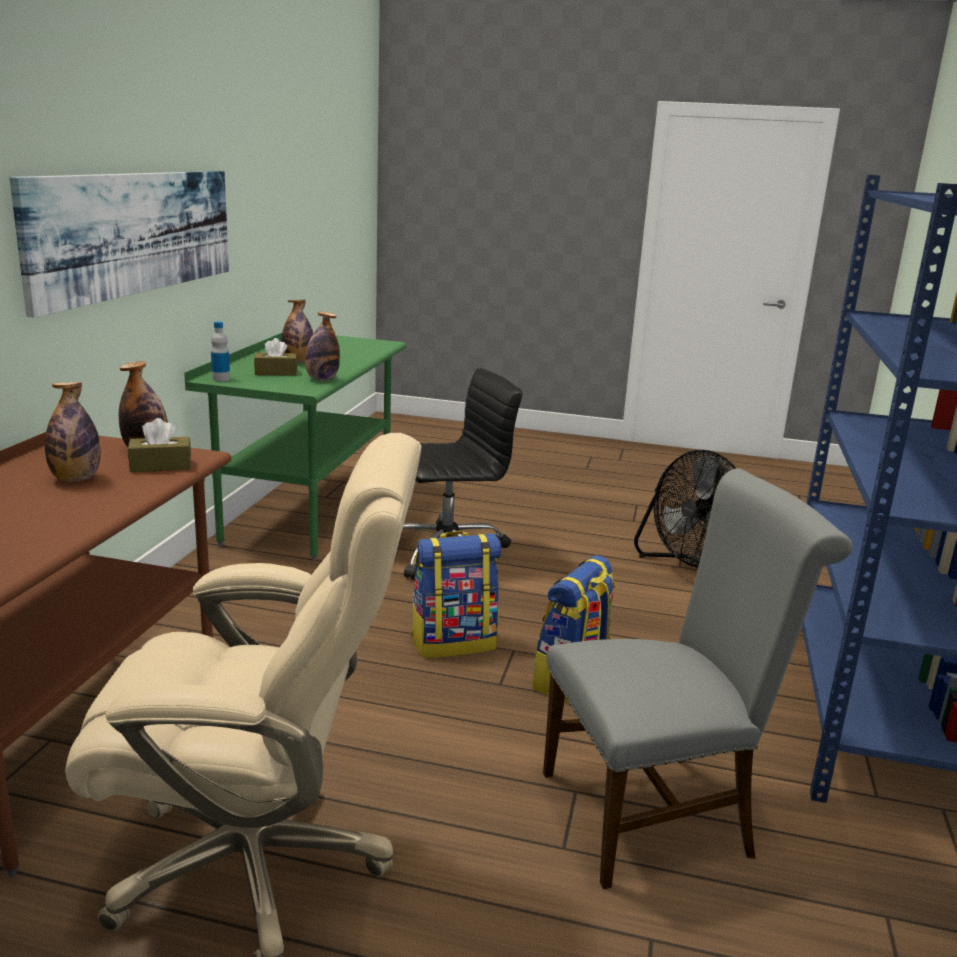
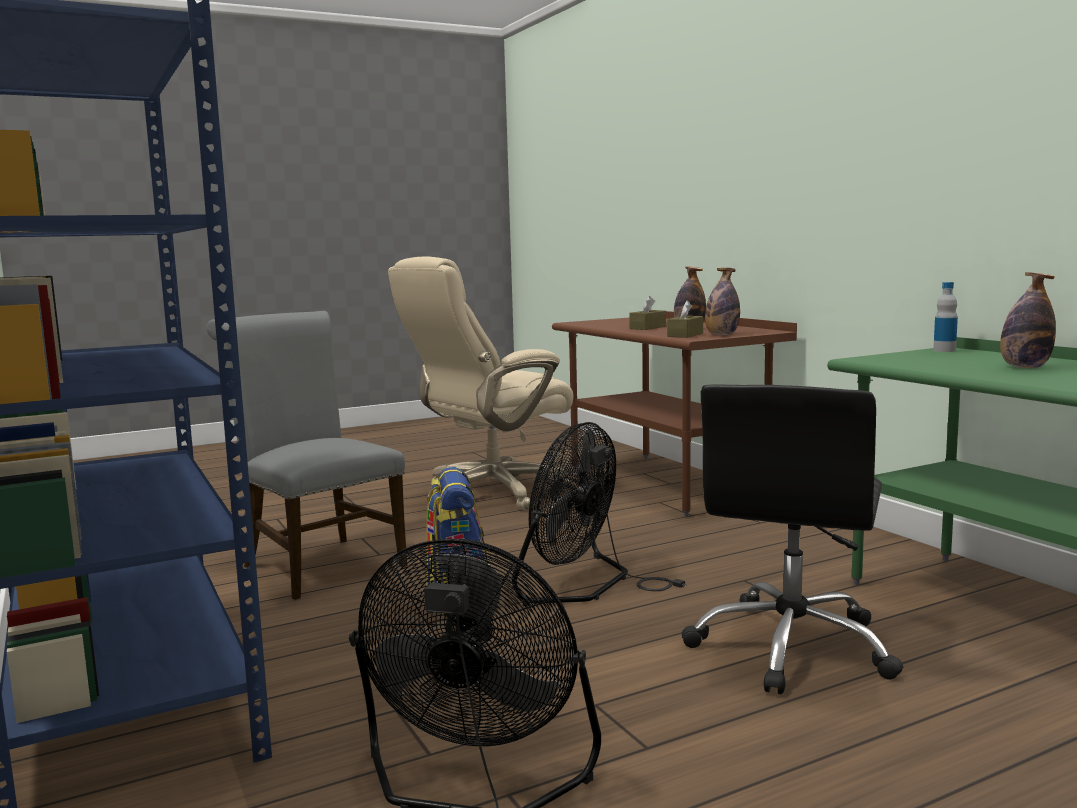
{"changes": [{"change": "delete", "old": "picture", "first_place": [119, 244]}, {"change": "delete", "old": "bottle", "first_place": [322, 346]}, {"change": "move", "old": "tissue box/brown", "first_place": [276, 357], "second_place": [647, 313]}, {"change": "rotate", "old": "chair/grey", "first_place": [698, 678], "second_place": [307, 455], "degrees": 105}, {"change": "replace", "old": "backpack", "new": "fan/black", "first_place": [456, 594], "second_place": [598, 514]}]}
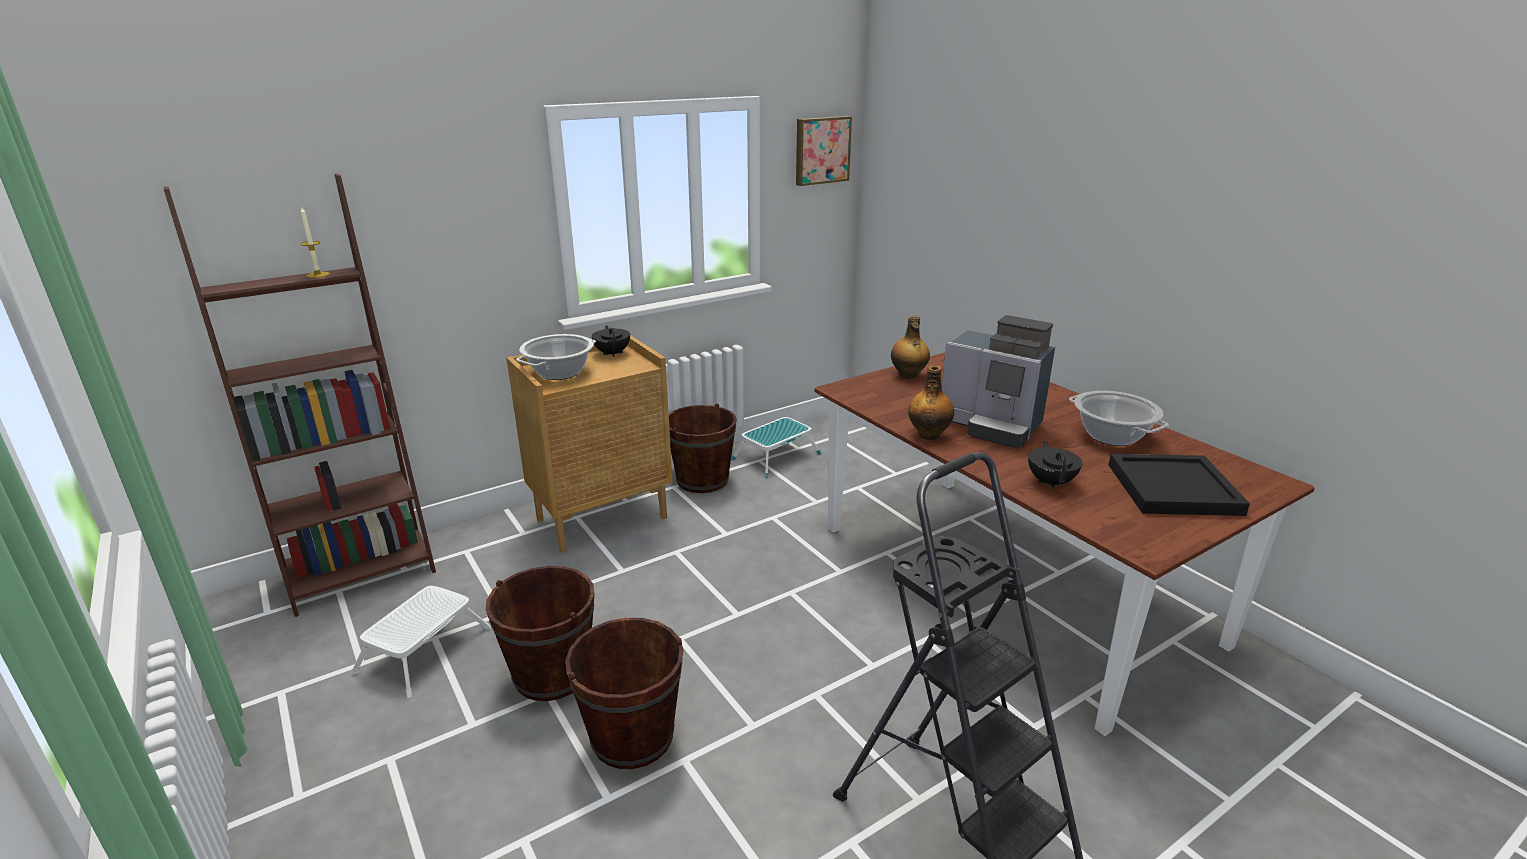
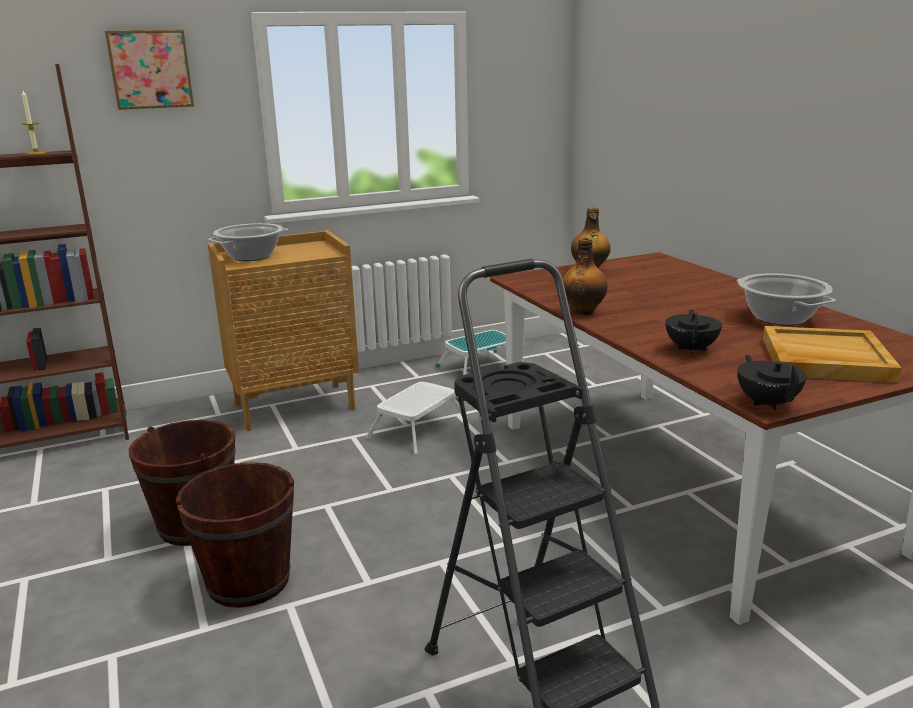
{"changes": [{"change": "move", "old": "picture", "first_place": [824, 151], "second_place": [149, 70]}, {"change": "delete", "old": "coffee machine", "first_place": [998, 381]}, {"change": "move", "old": "teapot/black", "first_place": [610, 341], "second_place": [772, 382]}, {"change": "delete", "old": "bucket/brown", "first_place": [703, 448]}, {"change": "recolor", "old": "tray/black", "new": "tray/beige", "first_place": [1179, 485], "second_place": [832, 354]}, {"change": "move", "old": "step ladder/white", "first_place": [421, 642], "second_place": [417, 418]}]}
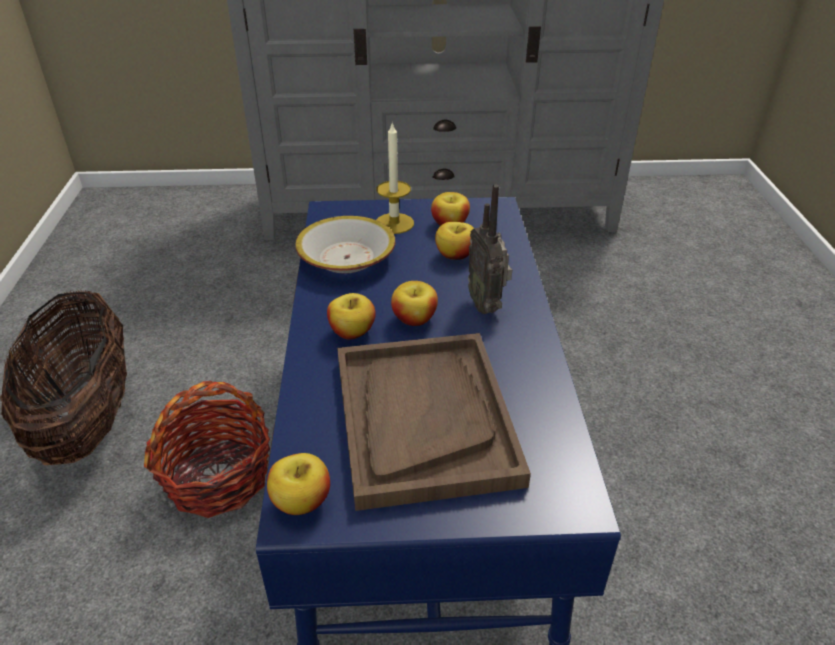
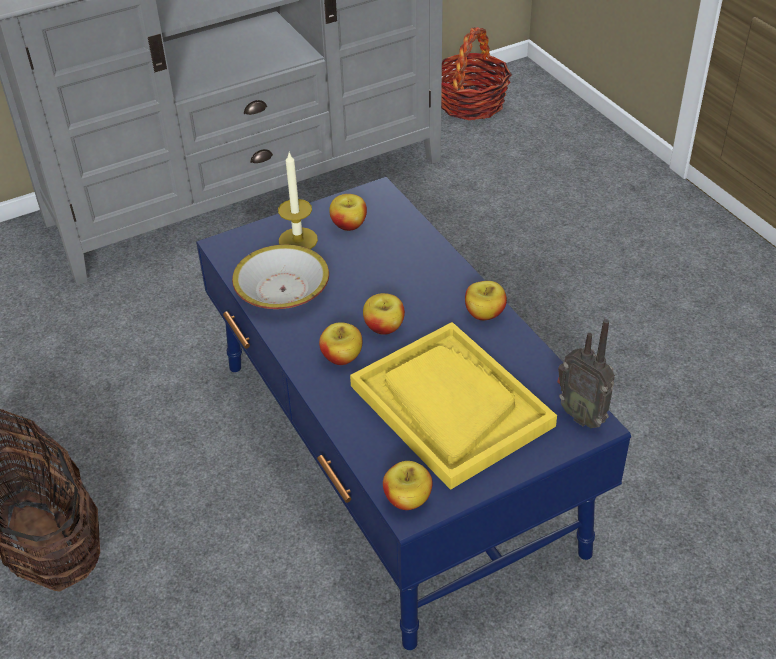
{"changes": [{"change": "move", "old": "radio", "first_place": [490, 249], "second_place": [586, 373]}, {"change": "move", "old": "apple", "first_place": [454, 241], "second_place": [486, 300]}, {"change": "recolor", "old": "tray/brown", "new": "tray/yellow", "first_place": [434, 422], "second_place": [453, 406]}, {"change": "move", "old": "basket", "first_place": [207, 449], "second_place": [476, 73]}]}
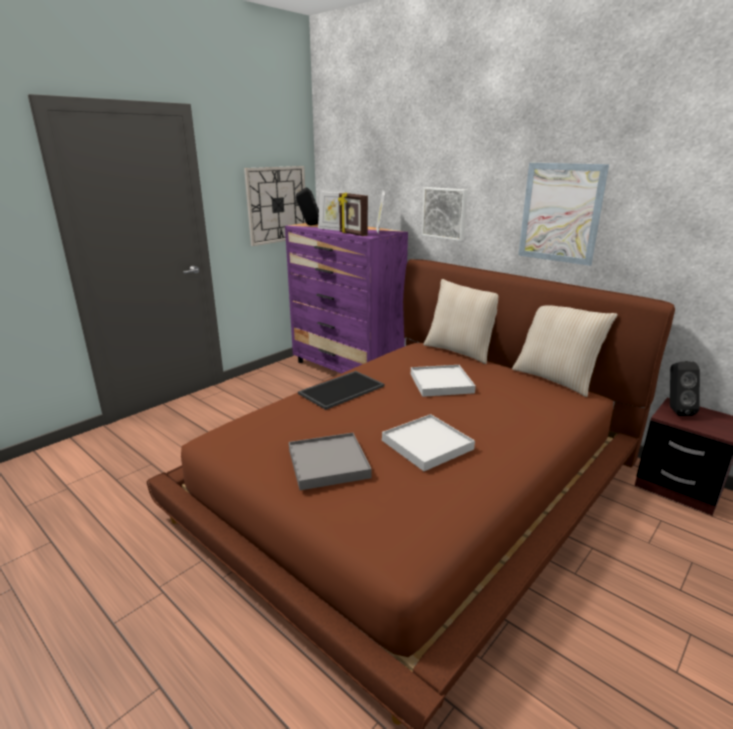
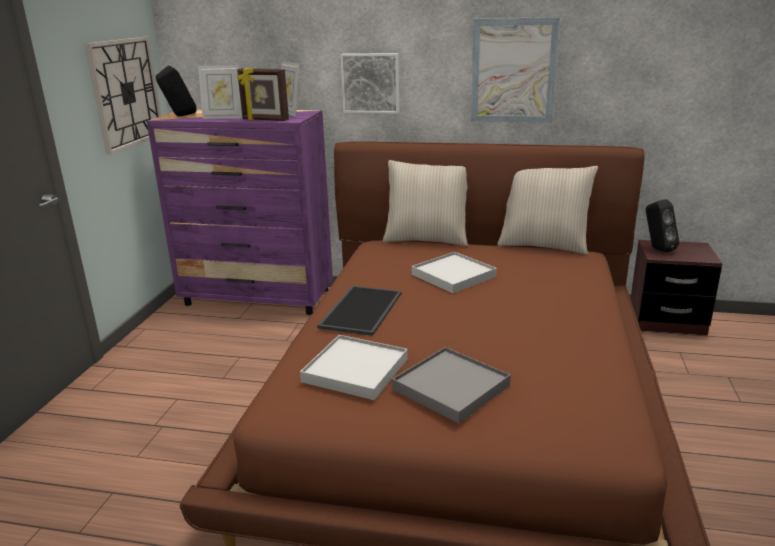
{"changes": [{"change": "move", "old": "tray/white", "first_place": [428, 442], "second_place": [354, 367]}]}
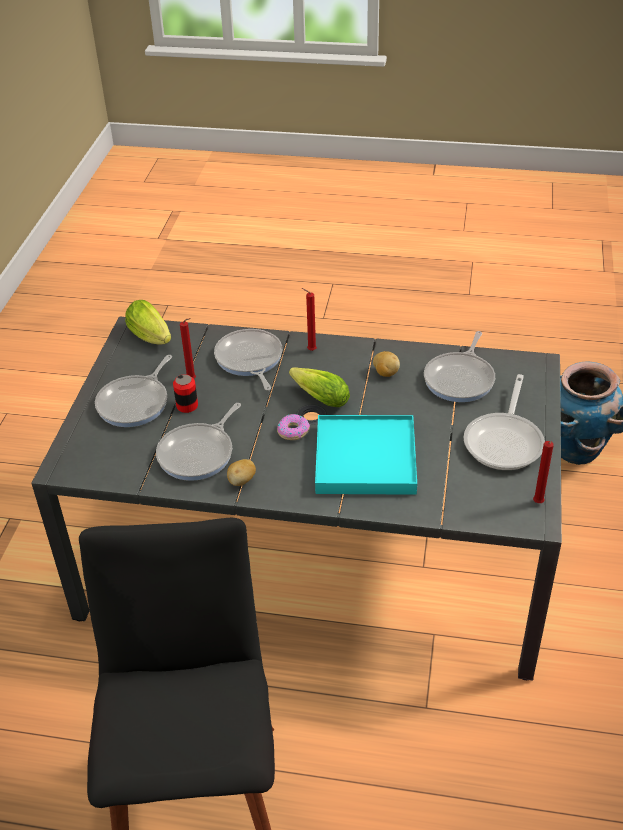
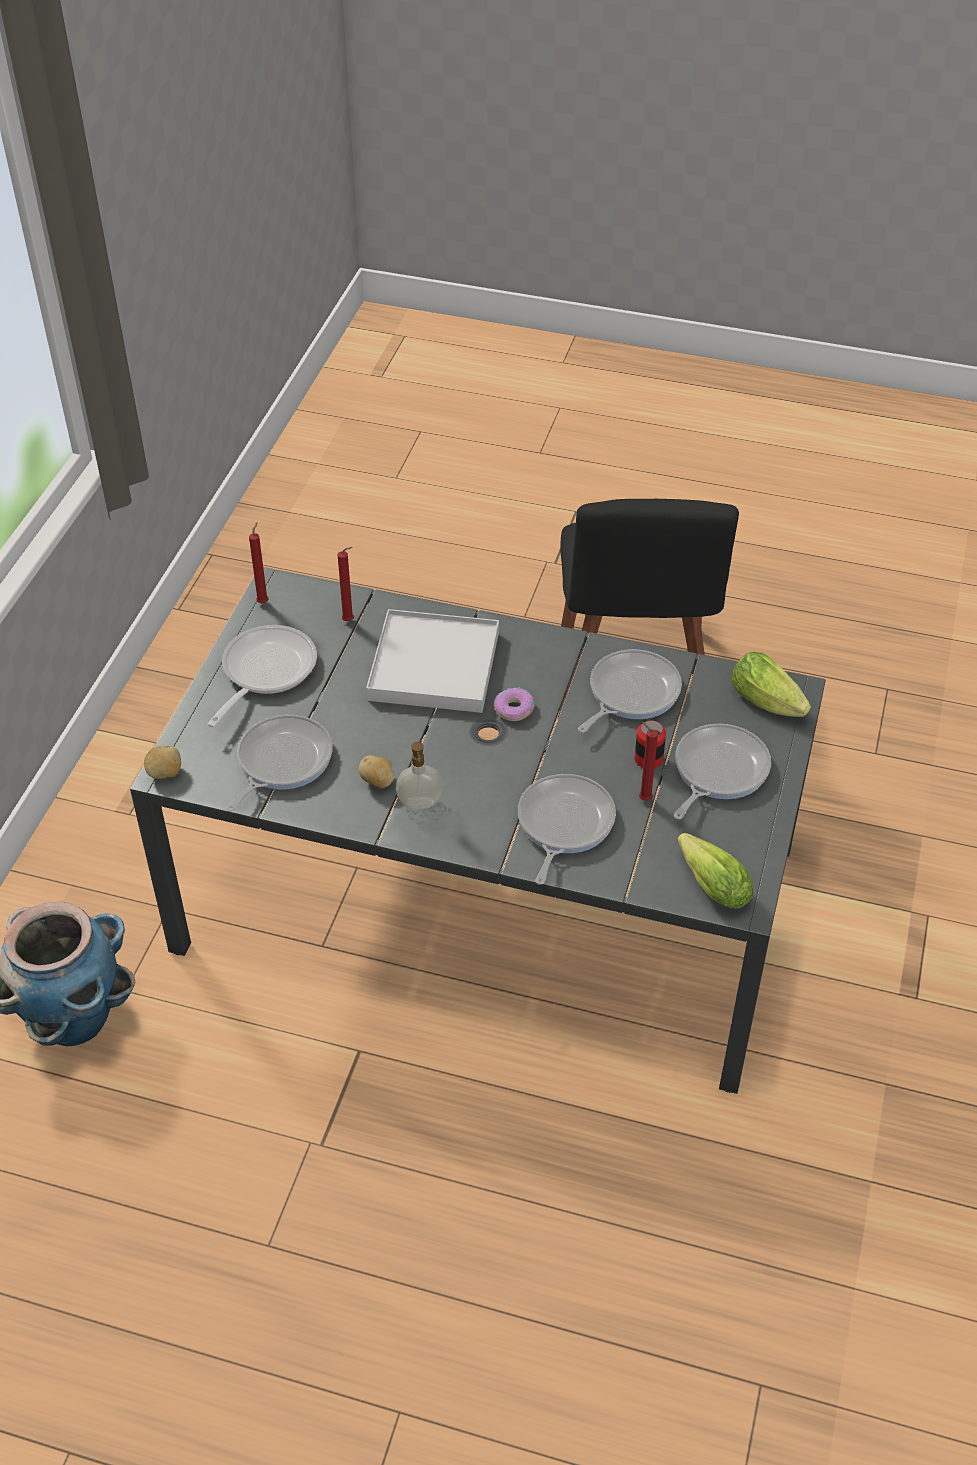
{"changes": [{"change": "move", "old": "candle/red", "first_place": [309, 319], "second_place": [346, 584]}, {"change": "rotate", "old": "frying pan", "first_place": [248, 360], "second_place": [567, 829], "degrees": -150}, {"change": "move", "old": "lettuce", "first_place": [319, 387], "second_place": [771, 684]}, {"change": "recolor", "old": "tray/turquoise", "new": "tray/white", "first_place": [366, 455], "second_place": [432, 661]}, {"change": "move", "old": "potato", "first_place": [241, 472], "second_place": [162, 762]}, {"change": "insert", "new": "soap dispenser", "second_place": [419, 775]}]}
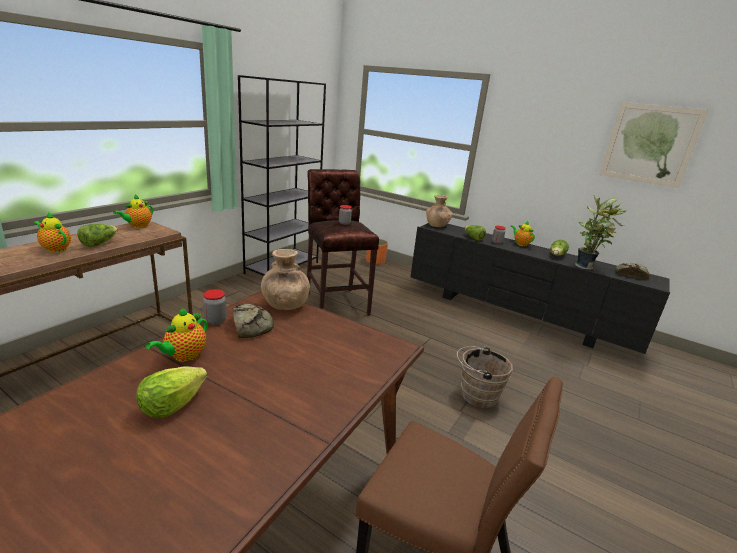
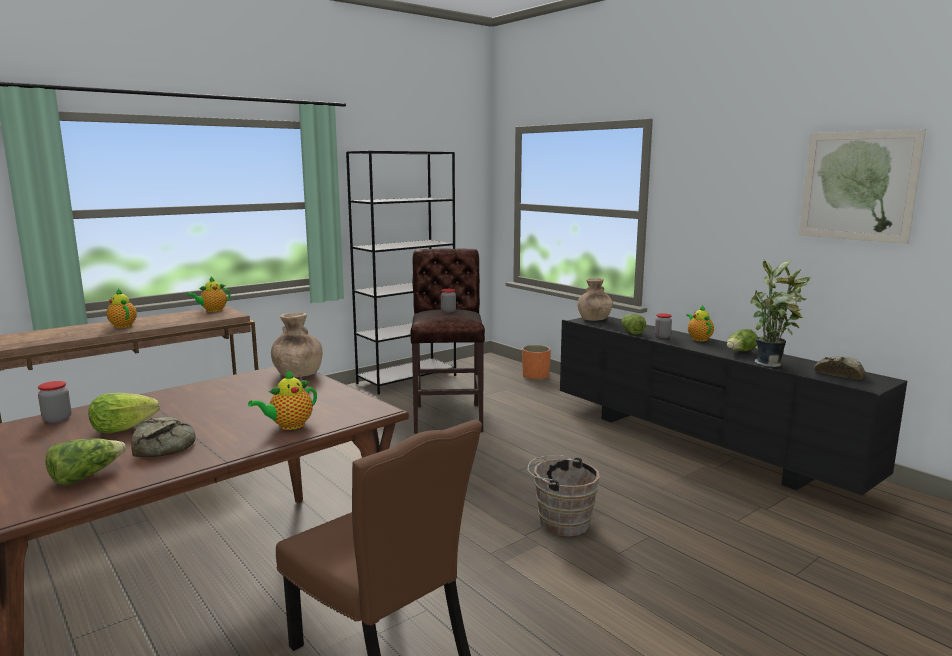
{"changes": [{"change": "move", "old": "lettuce", "first_place": [97, 235], "second_place": [86, 462]}, {"change": "move", "old": "jar", "first_place": [215, 307], "second_place": [54, 402]}, {"change": "move", "old": "bread", "first_place": [253, 321], "second_place": [163, 436]}, {"change": "move", "old": "teapot", "first_place": [177, 335], "second_place": [282, 400]}]}
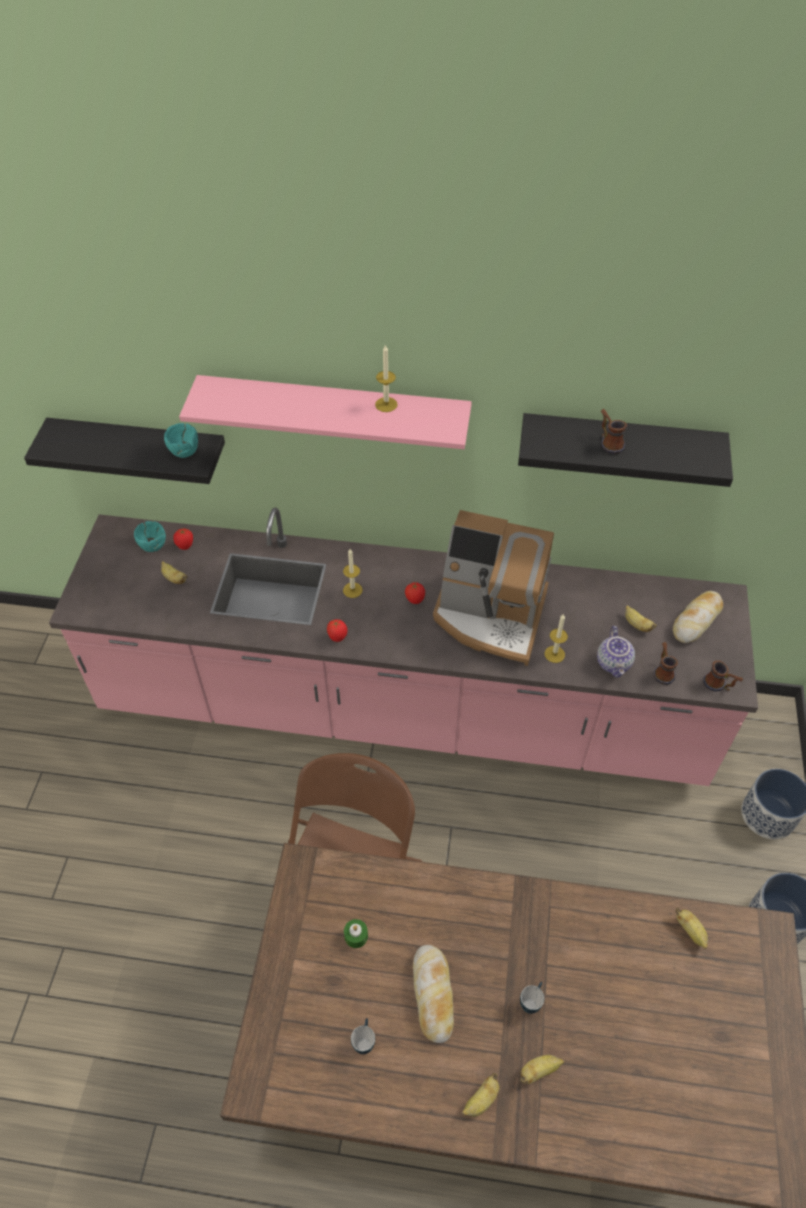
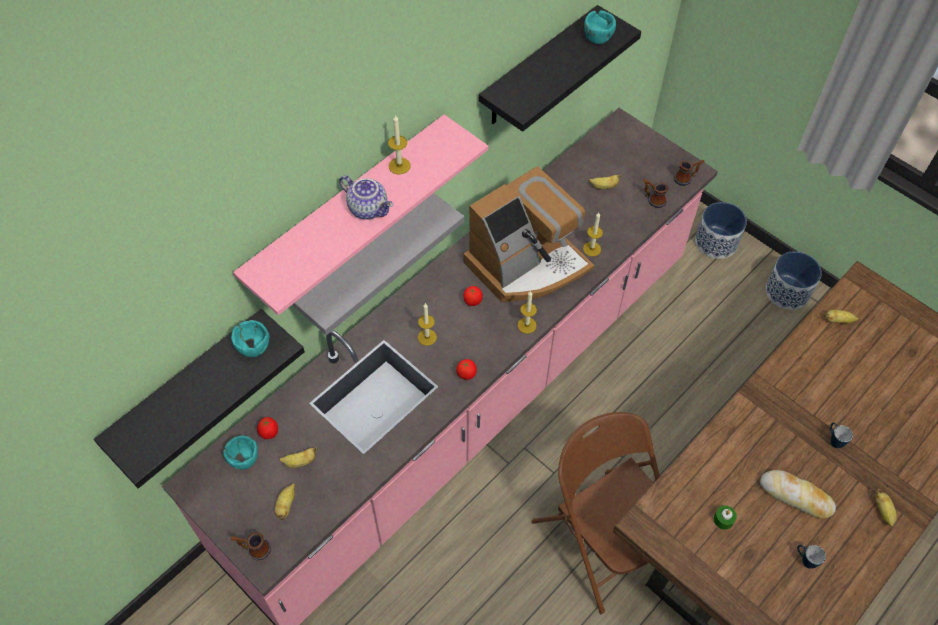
{"changes": [{"change": "move", "old": "mug", "first_place": [614, 431], "second_place": [251, 546]}, {"change": "delete", "old": "bread", "first_place": [698, 617]}, {"change": "move", "old": "teapot", "first_place": [616, 652], "second_place": [366, 197]}, {"change": "move", "old": "banana", "first_place": [542, 1069], "second_place": [285, 502]}, {"change": "insert", "new": "bowl/turquoise", "second_place": [600, 27]}, {"change": "insert", "new": "shelf/grey", "second_place": [378, 264]}, {"change": "insert", "new": "candle", "second_place": [527, 312]}]}
